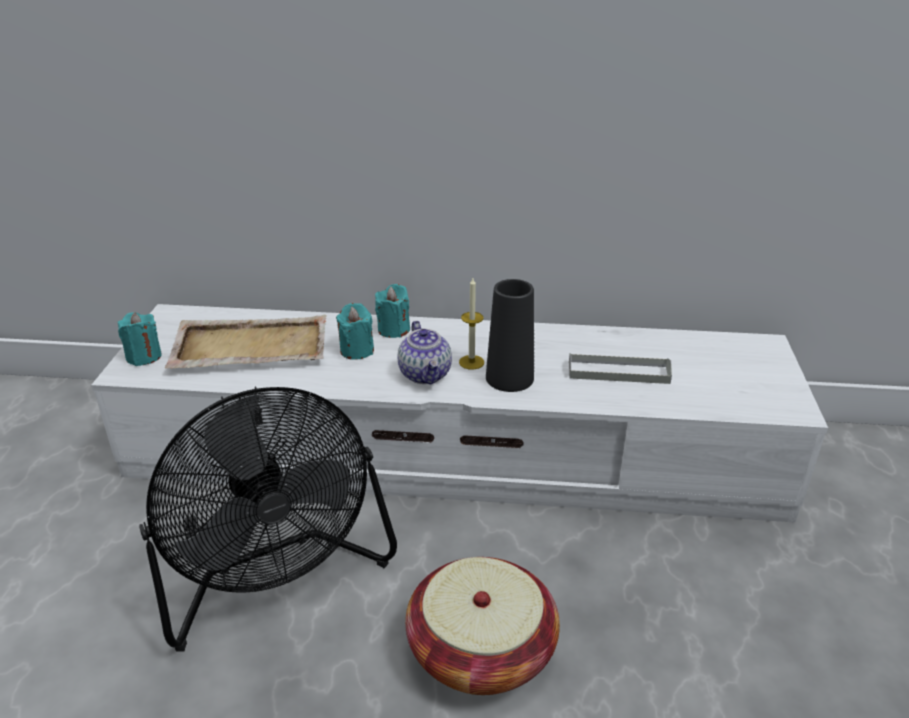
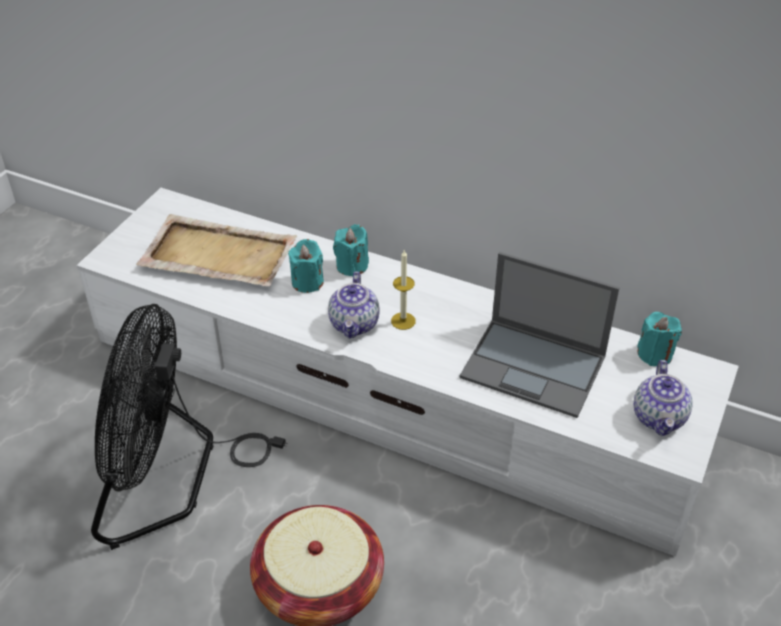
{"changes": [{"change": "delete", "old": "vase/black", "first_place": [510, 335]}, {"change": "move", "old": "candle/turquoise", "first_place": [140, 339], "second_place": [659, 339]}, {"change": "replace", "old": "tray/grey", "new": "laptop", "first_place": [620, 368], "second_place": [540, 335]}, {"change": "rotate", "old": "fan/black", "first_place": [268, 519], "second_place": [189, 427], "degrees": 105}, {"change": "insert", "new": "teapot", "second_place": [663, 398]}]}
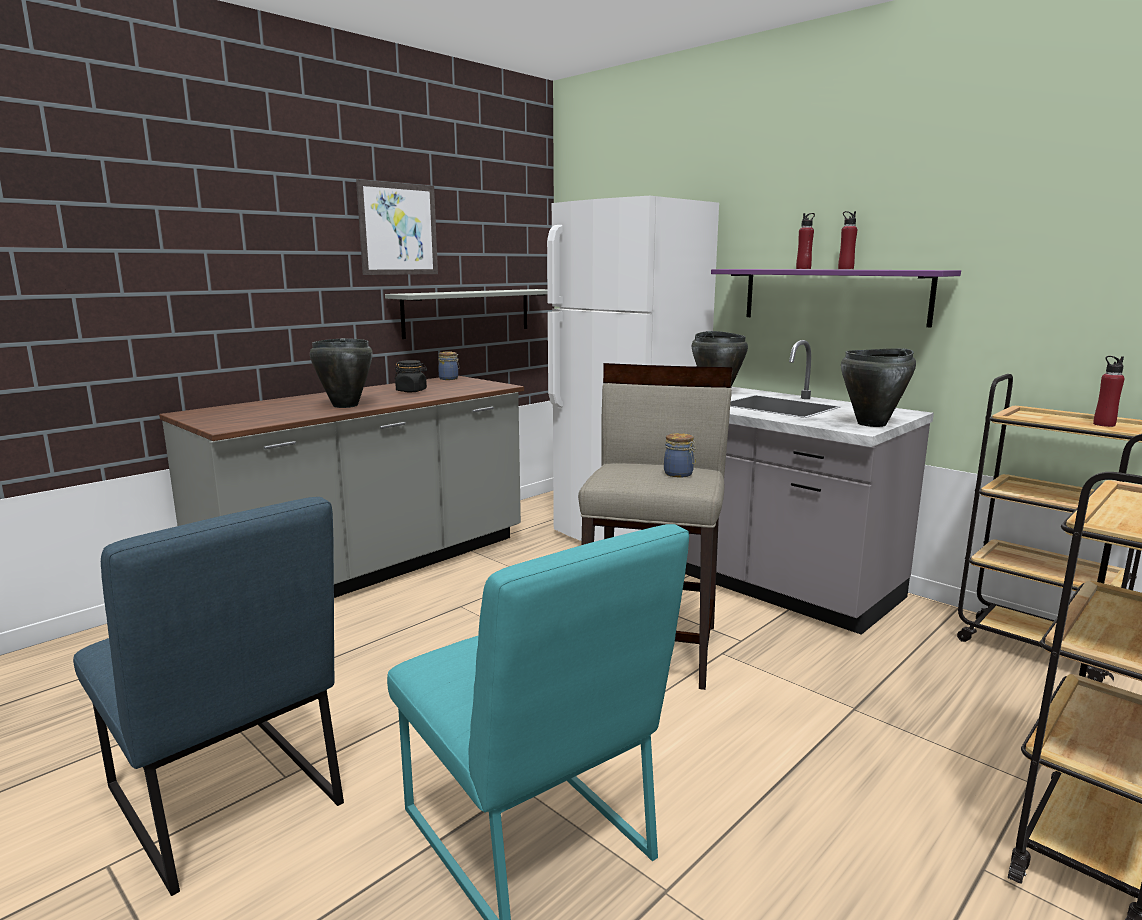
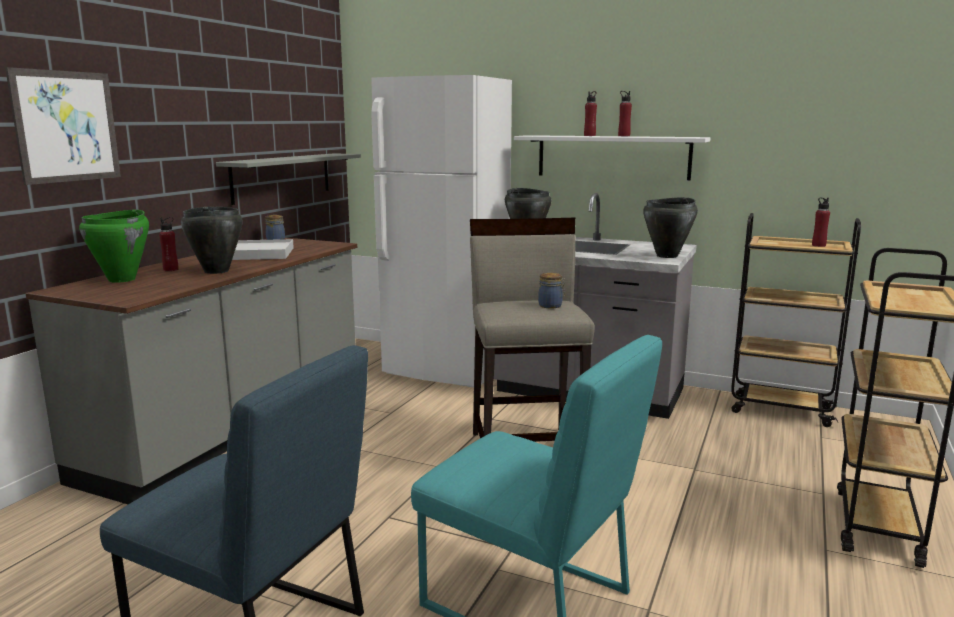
{"changes": [{"change": "move", "old": "picture", "first_place": [397, 227], "second_place": [63, 126]}, {"change": "recolor", "old": "shelf/purple", "new": "shelf/white", "first_place": [836, 298], "second_place": [612, 157]}, {"change": "replace", "old": "jar/black", "new": "tray/white", "first_place": [411, 376], "second_place": [263, 249]}, {"change": "insert", "new": "cooking pot/green", "second_place": [114, 246]}, {"change": "insert", "new": "bottle/red", "second_place": [168, 244]}]}
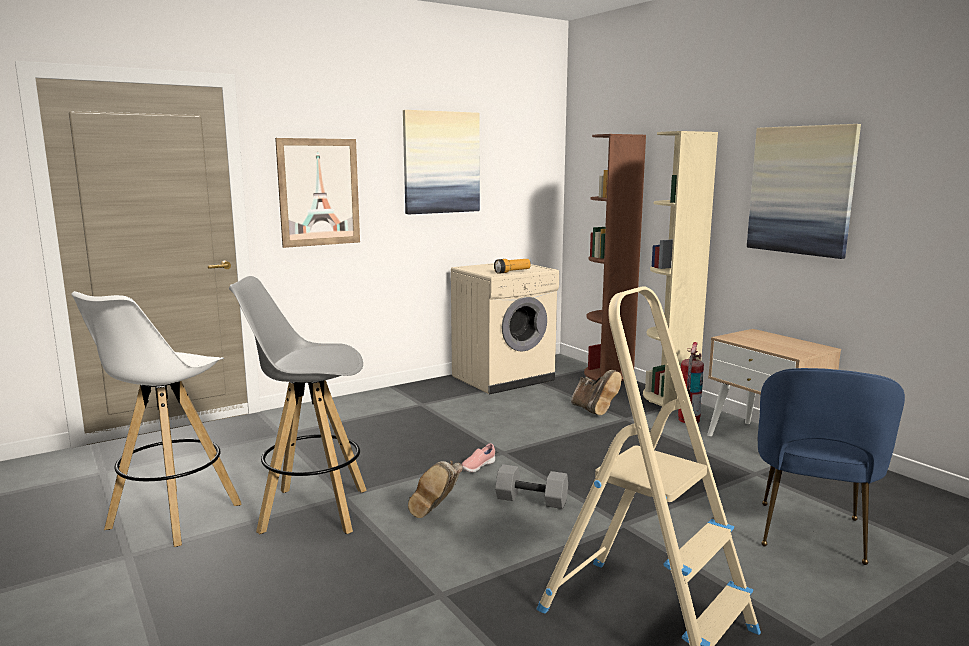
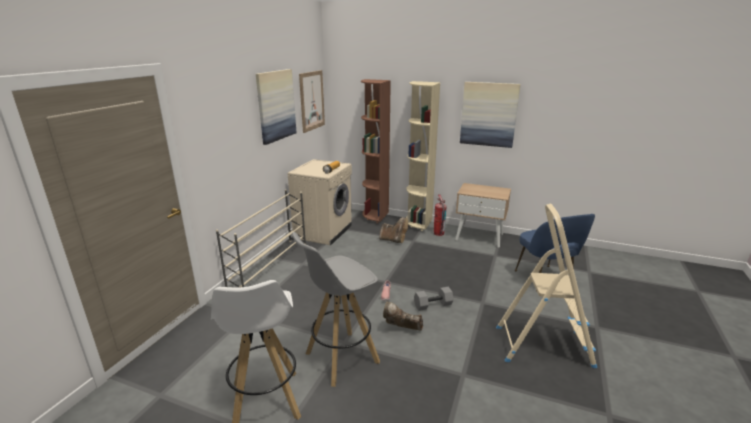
{"changes": [{"change": "move", "old": "picture", "first_place": [317, 193], "second_place": [312, 101]}, {"change": "rotate", "old": "boot/brown", "first_place": [435, 489], "second_place": [403, 316], "degrees": 120}, {"change": "insert", "new": "shoe rack/beige", "second_place": [261, 238]}]}
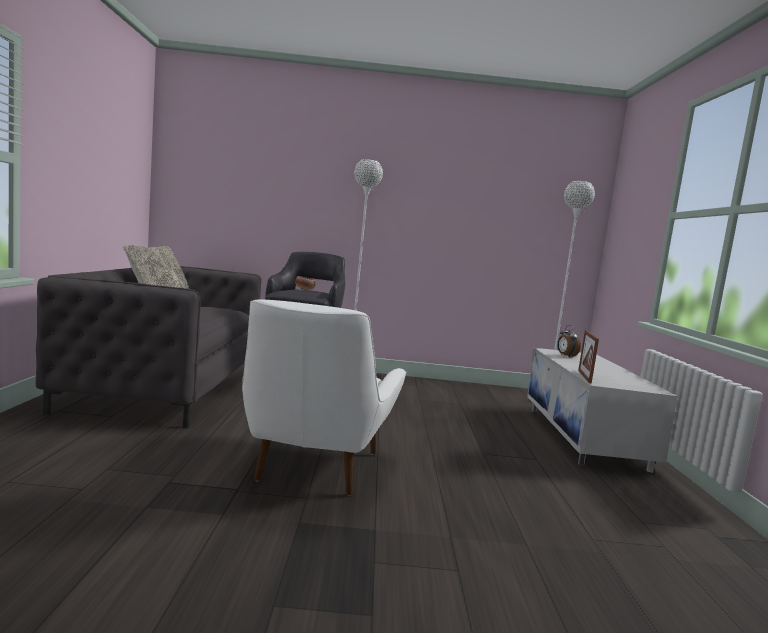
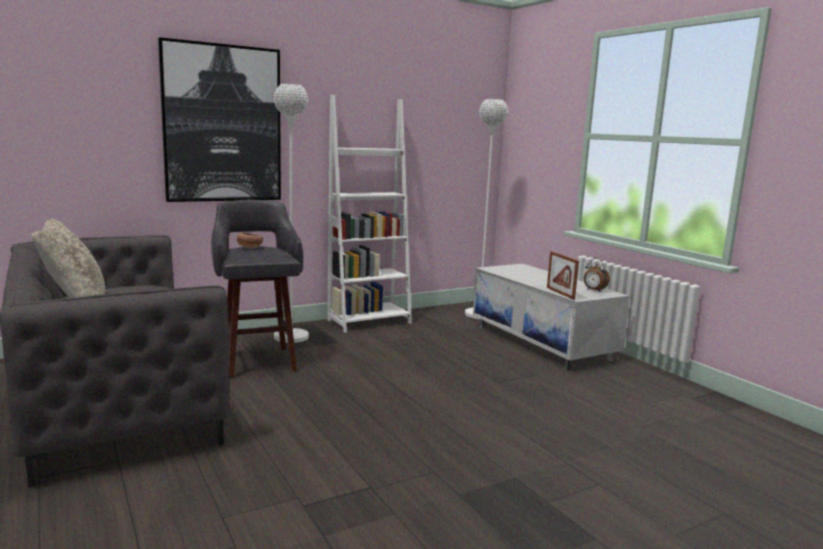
{"changes": [{"change": "delete", "old": "armchair/white", "first_place": [324, 398]}, {"change": "move", "old": "alarm clock", "first_place": [569, 341], "second_place": [597, 275]}, {"change": "insert", "new": "picture", "second_place": [219, 119]}, {"change": "insert", "new": "bookcase/white", "second_place": [369, 214]}]}
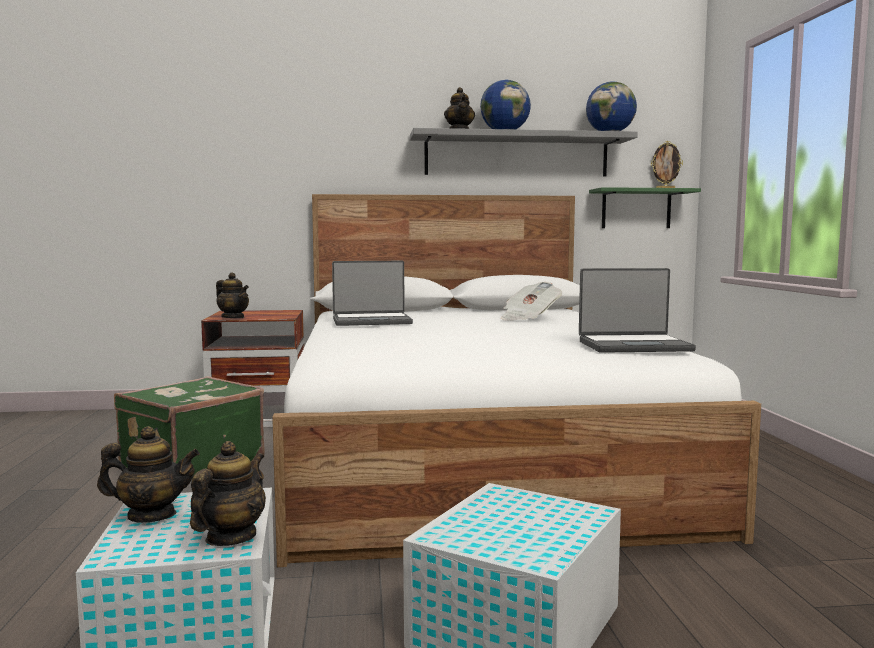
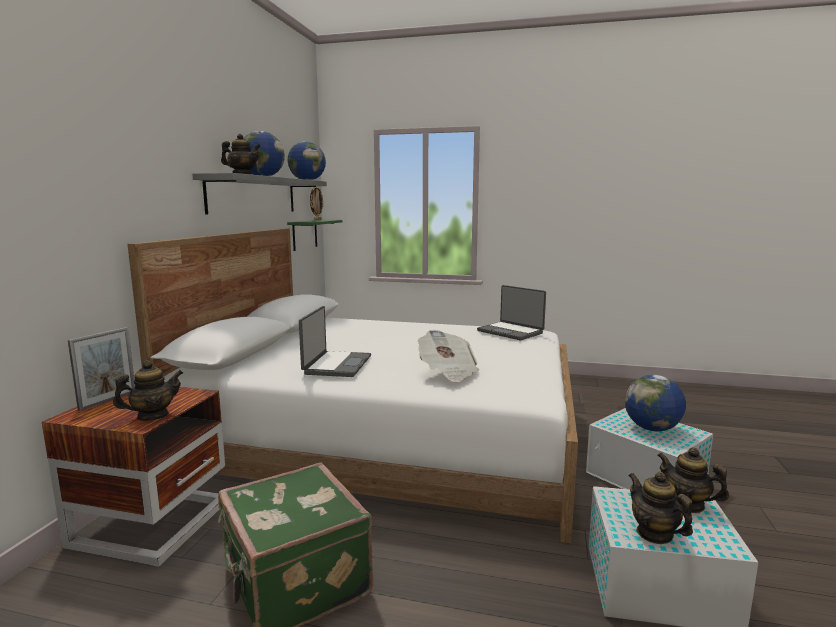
{"changes": [{"change": "rotate", "old": "laptop", "first_place": [637, 310], "second_place": [511, 312], "degrees": 120}, {"change": "move", "old": "newspaper", "first_place": [531, 301], "second_place": [448, 356]}, {"change": "rotate", "old": "teapot", "first_place": [148, 474], "second_place": [660, 508], "degrees": -45}, {"change": "insert", "new": "picture frame", "second_place": [101, 369]}, {"change": "insert", "new": "globe", "second_place": [655, 403]}]}
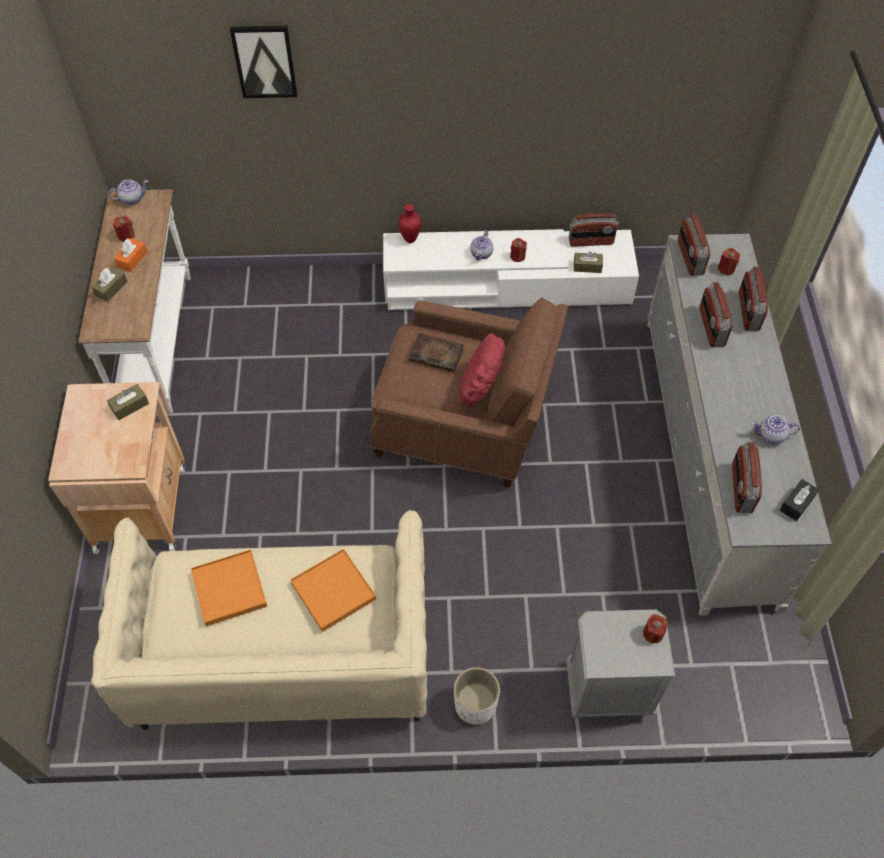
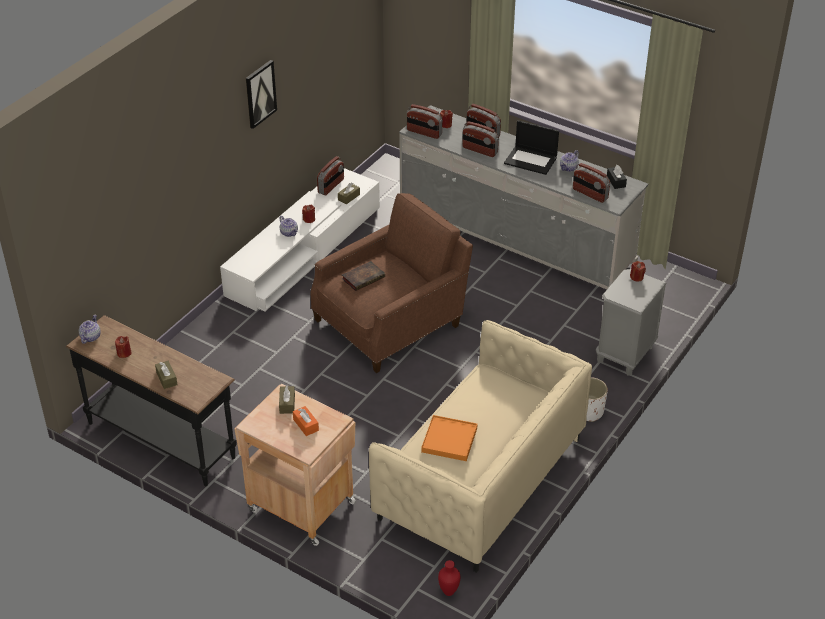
{"changes": [{"change": "move", "old": "picture", "first_place": [263, 61], "second_place": [261, 94]}, {"change": "recolor", "old": "console table/white", "new": "console table/black", "first_place": [135, 301], "second_place": [151, 401]}, {"change": "move", "old": "vase/red", "first_place": [410, 223], "second_place": [449, 578]}, {"change": "move", "old": "tissue box/orange", "first_place": [131, 255], "second_place": [306, 421]}, {"change": "delete", "old": "pillow/red", "first_place": [482, 369]}, {"change": "delete", "old": "tray/orange", "first_place": [333, 590]}, {"change": "insert", "new": "laptop", "second_place": [531, 147]}]}
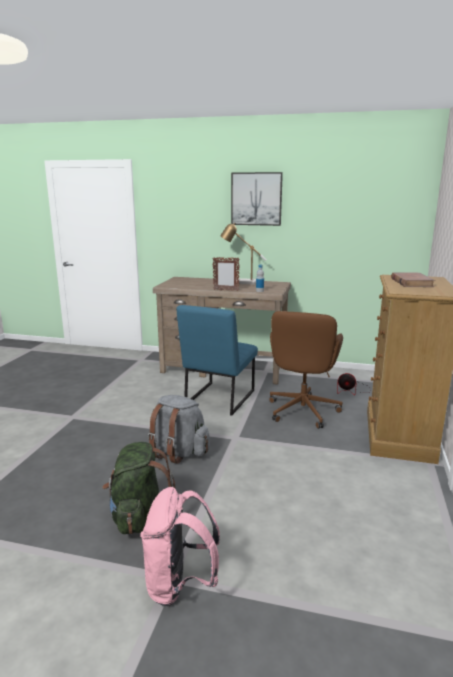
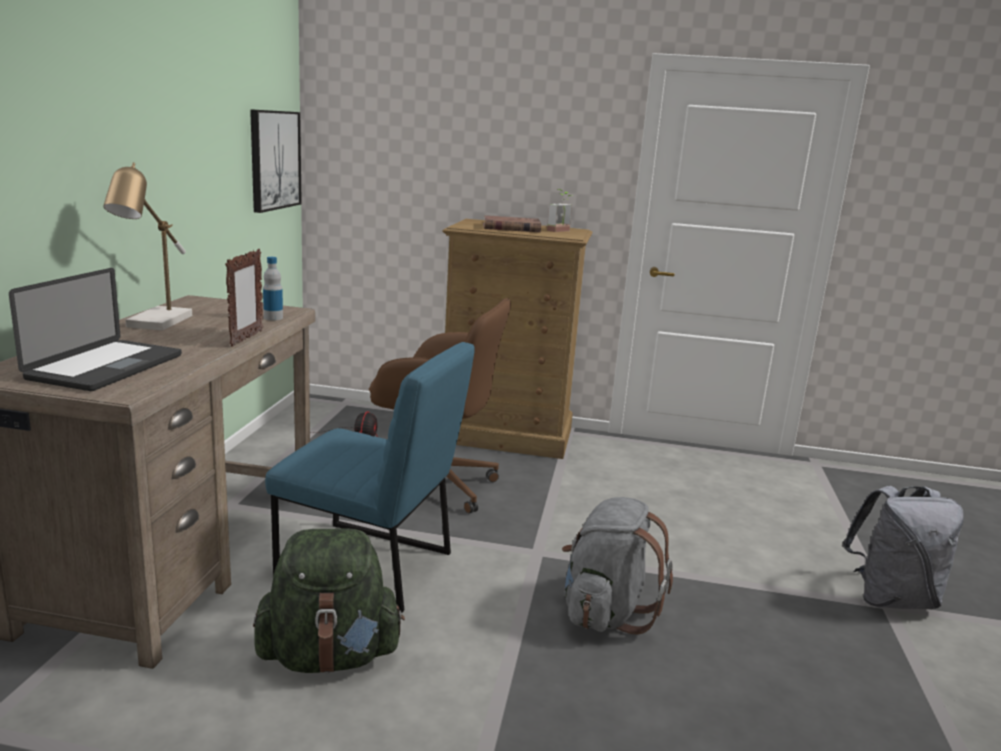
{"changes": [{"change": "move", "old": "picture", "first_place": [257, 199], "second_place": [276, 161]}, {"change": "move", "old": "backpack/green", "first_place": [138, 488], "second_place": [329, 601]}, {"change": "recolor", "old": "backpack/pink", "new": "backpack/grey", "first_place": [180, 546], "second_place": [903, 547]}, {"change": "insert", "new": "potted plant", "second_place": [560, 210]}, {"change": "insert", "new": "laptop", "second_place": [95, 329]}]}
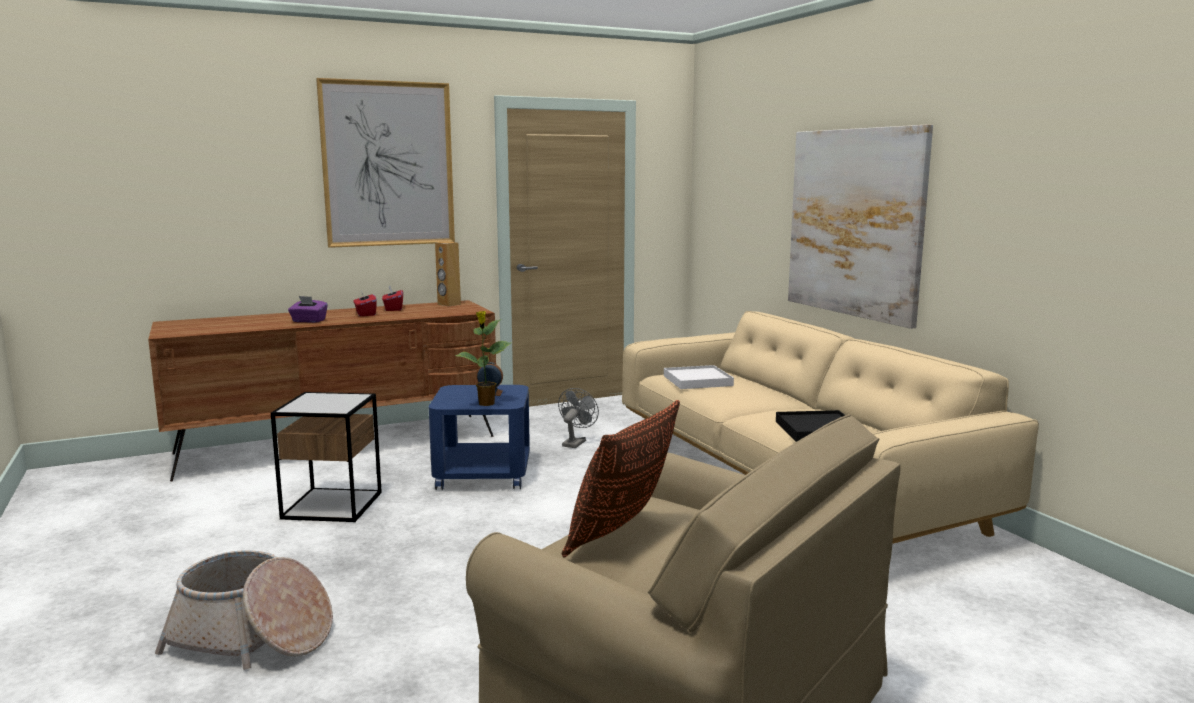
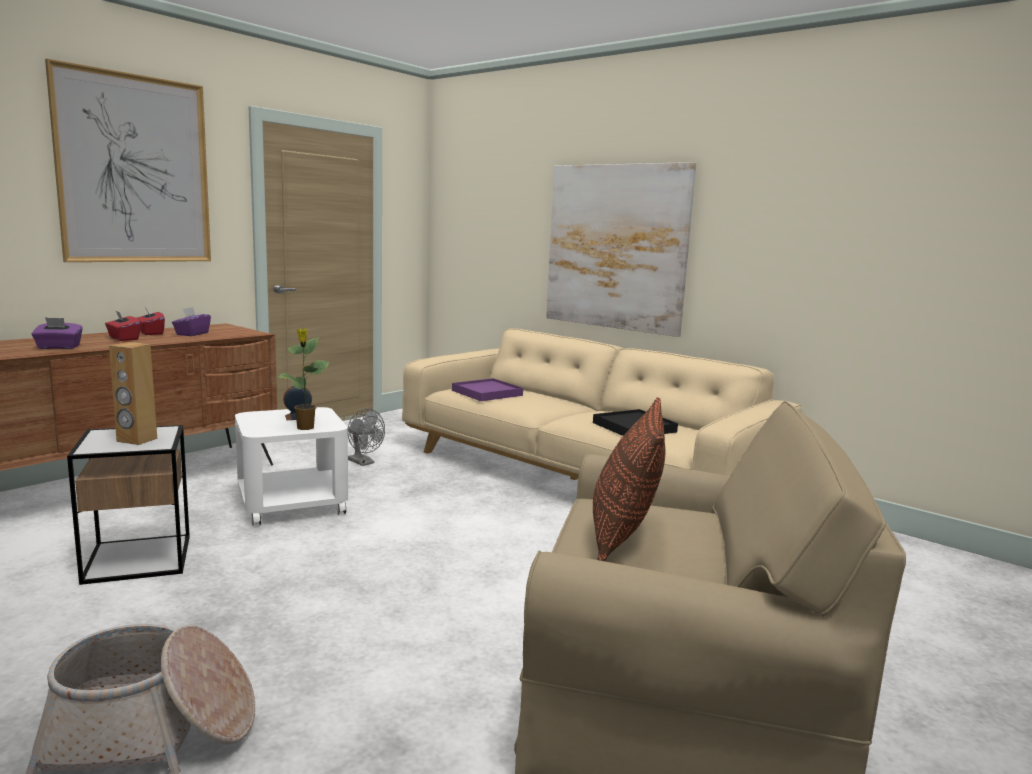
{"changes": [{"change": "move", "old": "speaker/brown", "first_place": [448, 274], "second_place": [133, 393]}, {"change": "recolor", "old": "tray/white", "new": "tray/purple", "first_place": [699, 377], "second_place": [487, 389]}, {"change": "recolor", "old": "side table/blue", "new": "side table/white", "first_place": [479, 437], "second_place": [291, 466]}, {"change": "rotate", "old": "fan/grey", "first_place": [578, 418], "second_place": [366, 437], "degrees": 135}, {"change": "insert", "new": "tissue box/purple", "second_place": [191, 321]}]}
